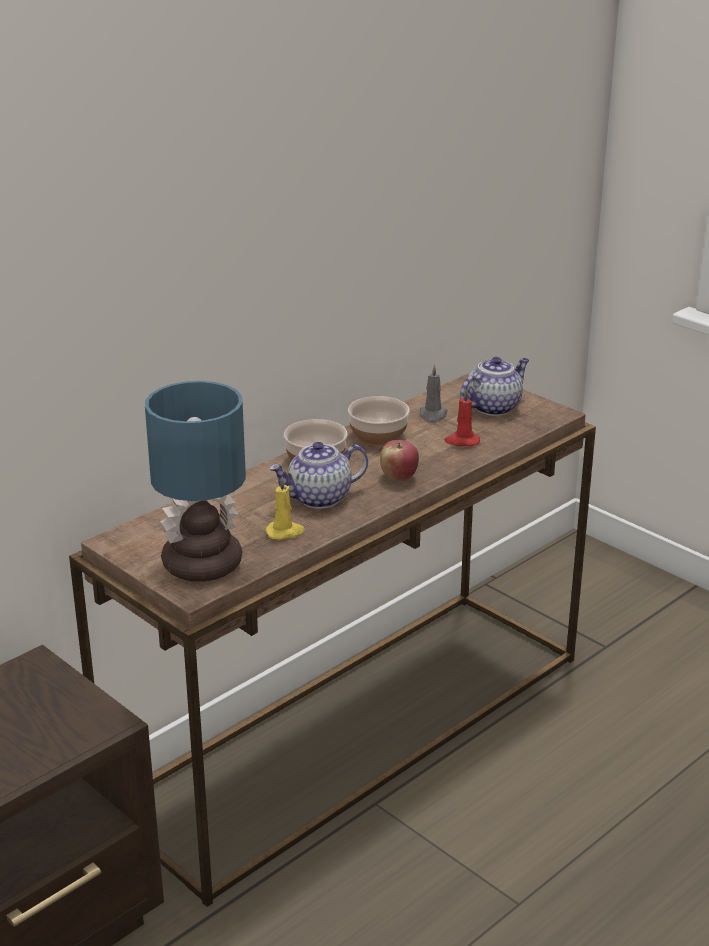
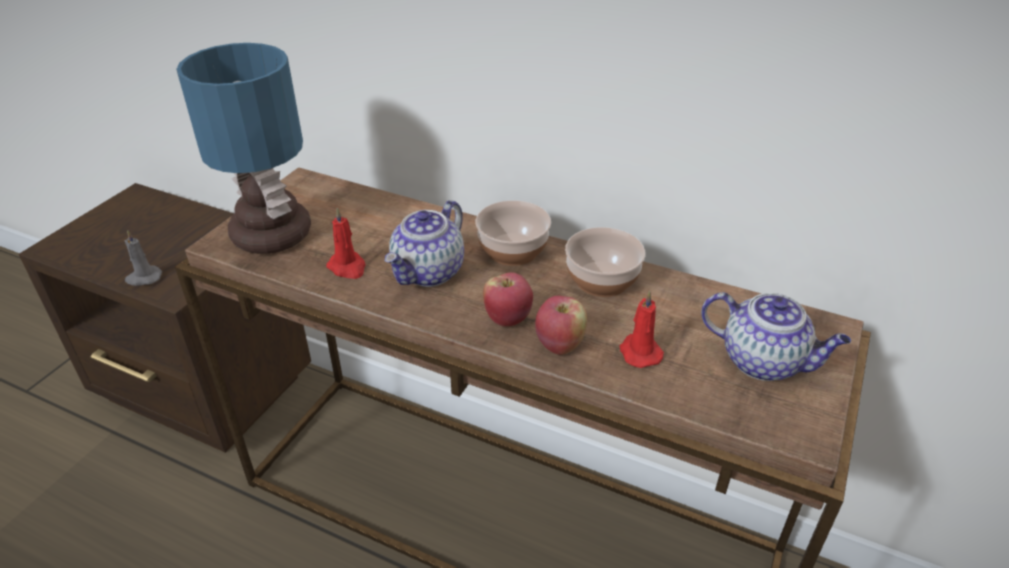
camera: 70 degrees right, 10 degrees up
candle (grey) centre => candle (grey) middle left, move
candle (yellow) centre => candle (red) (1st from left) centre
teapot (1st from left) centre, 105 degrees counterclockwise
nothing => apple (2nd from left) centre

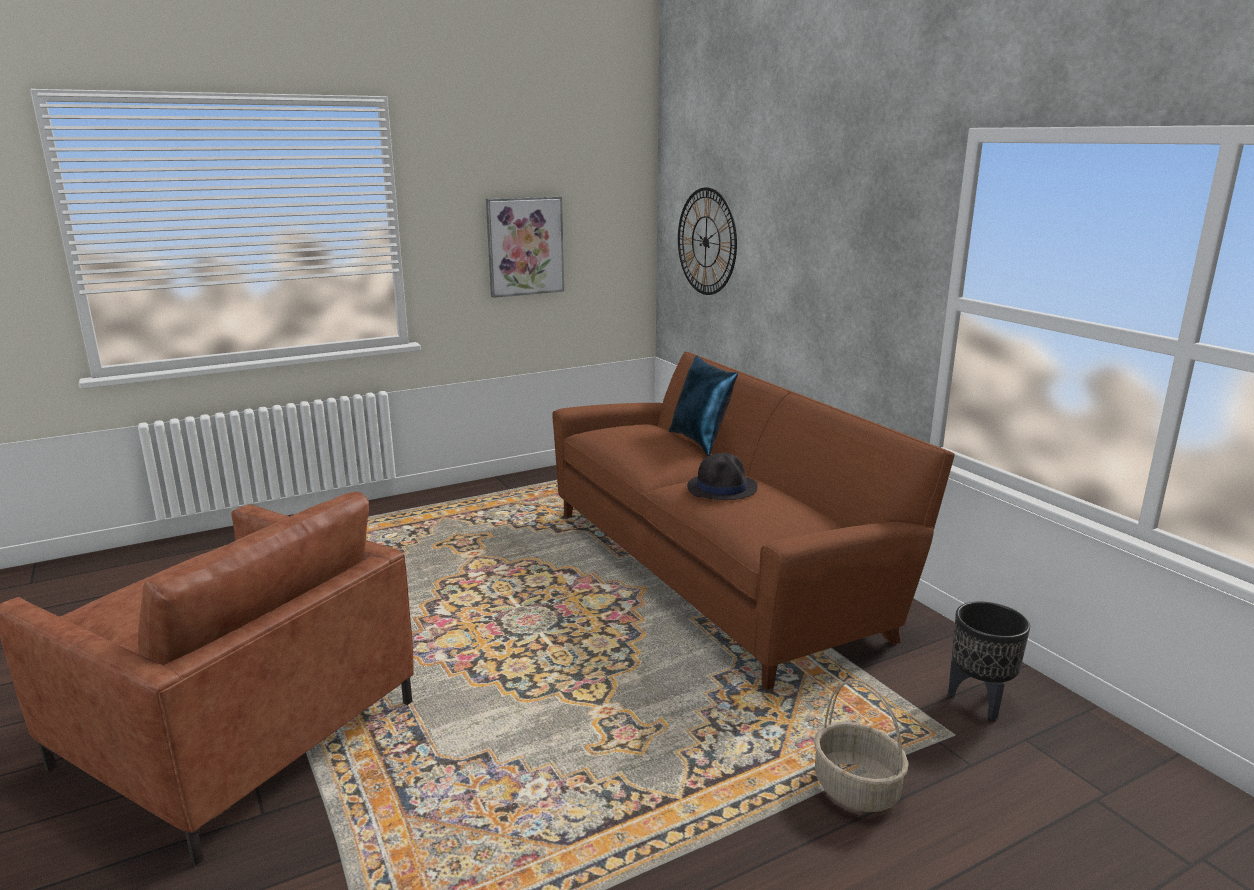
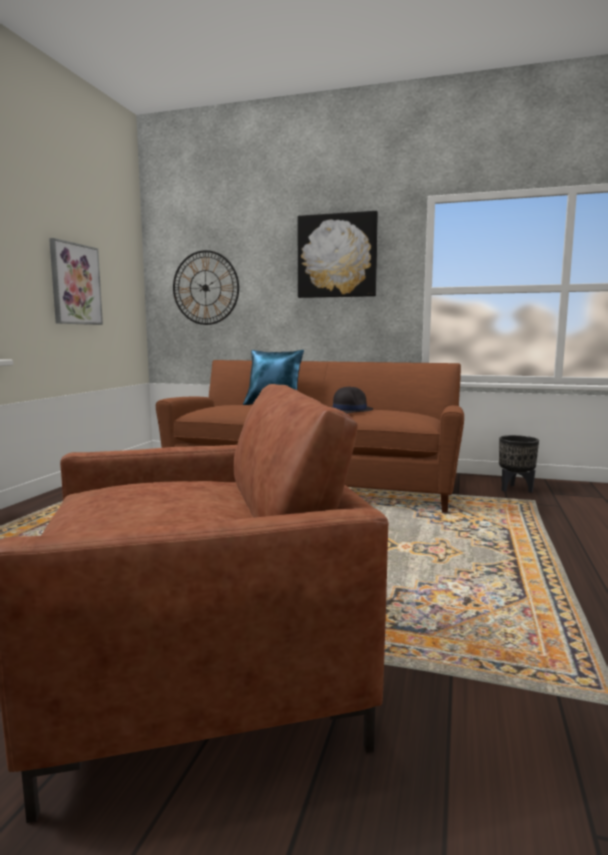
camera: 45 degrees left, 10 degrees down
nothing => picture (2nd from left) top centre
basket bottom right => nothing

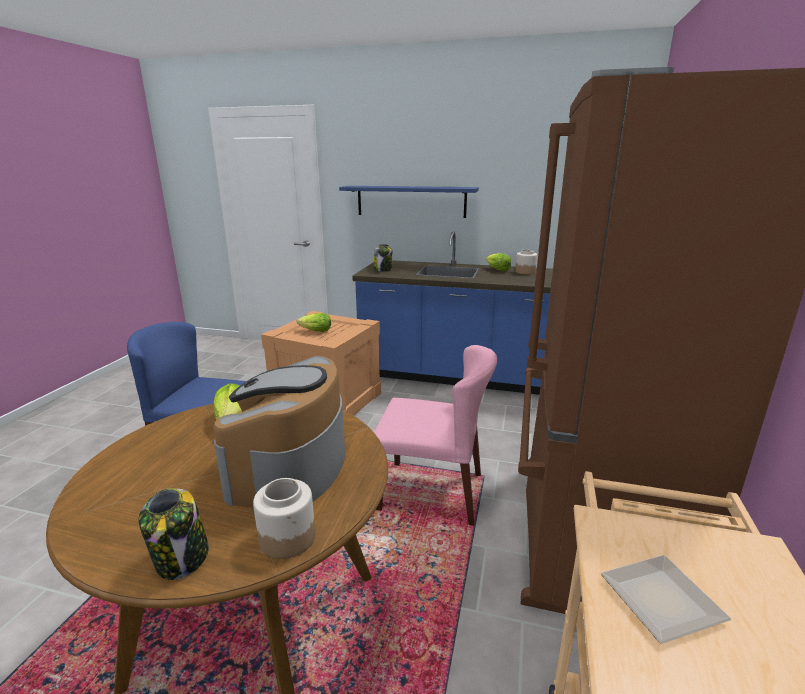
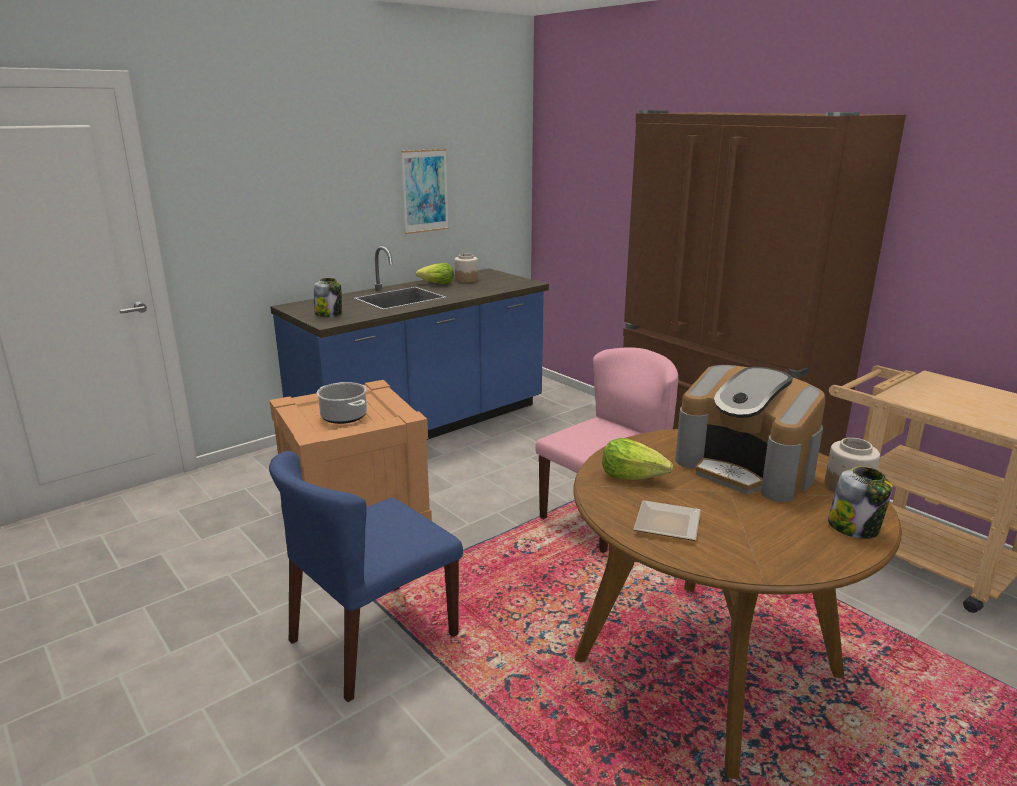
camera: 55 degrees left, 0 degrees up
lettuce (2nd from left) centre => cooking pot centre
nothing => picture top centre
plate bottom right => plate centre, move
shelf (blue) top centre => nothing

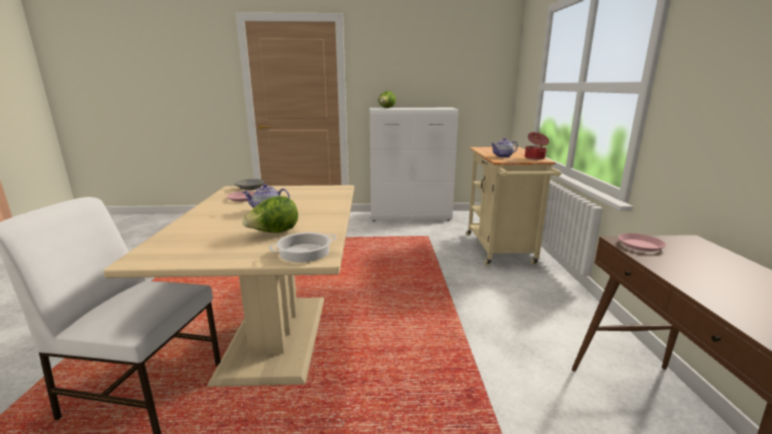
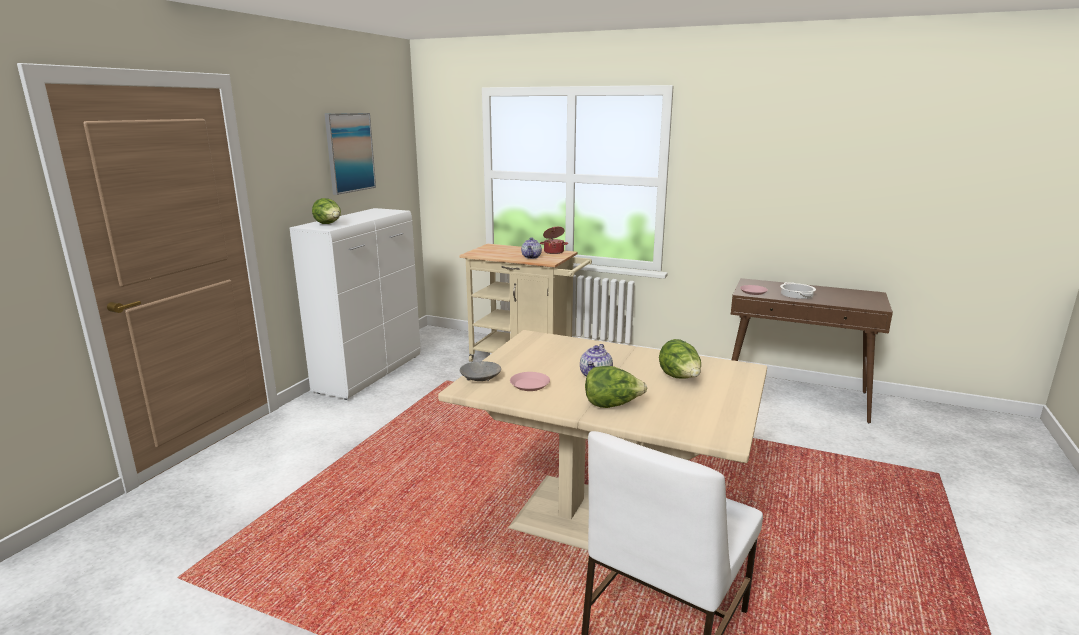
camera: 65 degrees left, 0 degrees up
nothing => picture top left
nothing => lettuce (2nd from left) centre
cooking pot (1st from left in the first image) centre => cooking pot (2nd from left) middle right, move

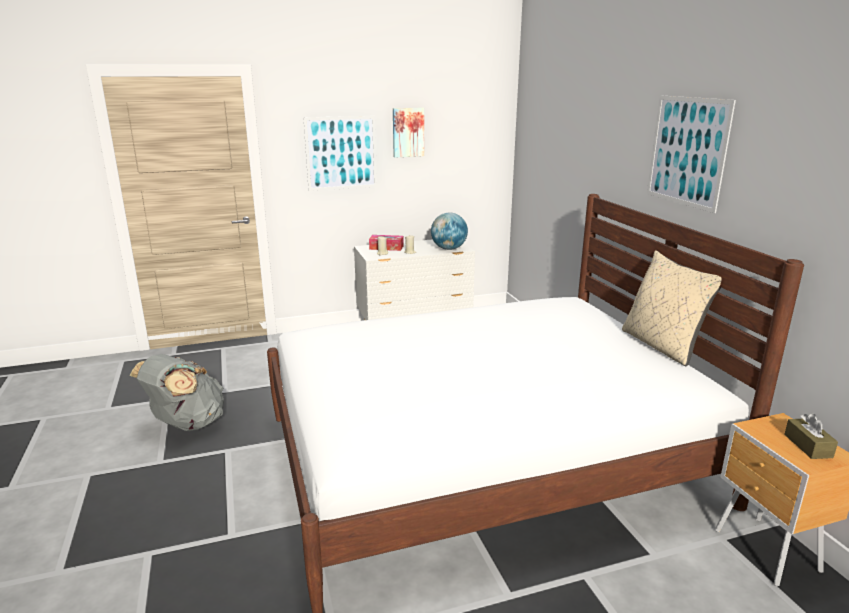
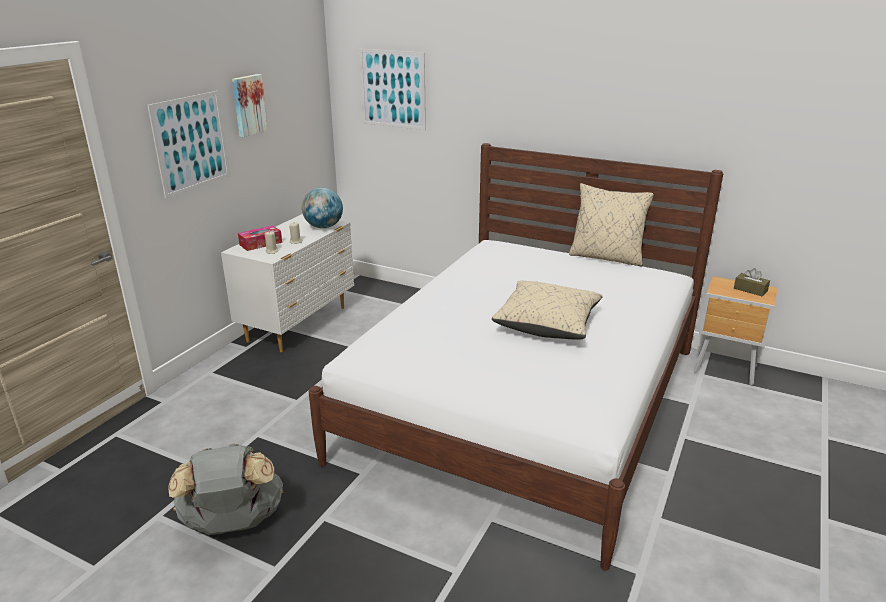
camera: 45 degrees left, 5 degrees up
picture (3rd from left) top right => picture (3rd from left) top centre, move
nothing => pillow (beige) (1st from left) centre

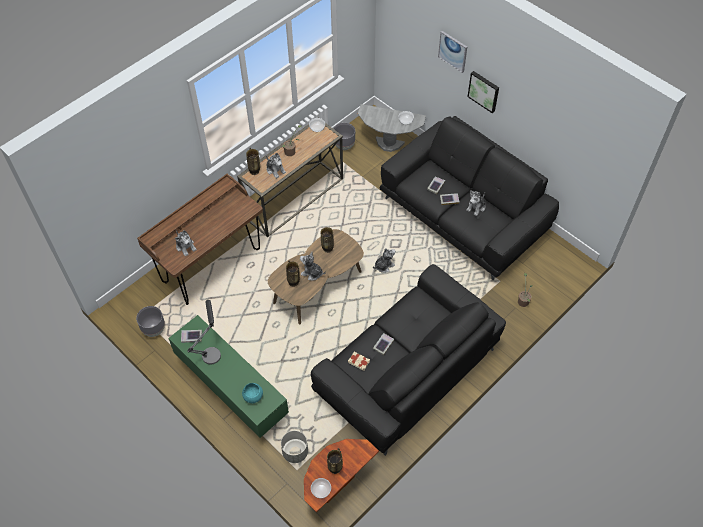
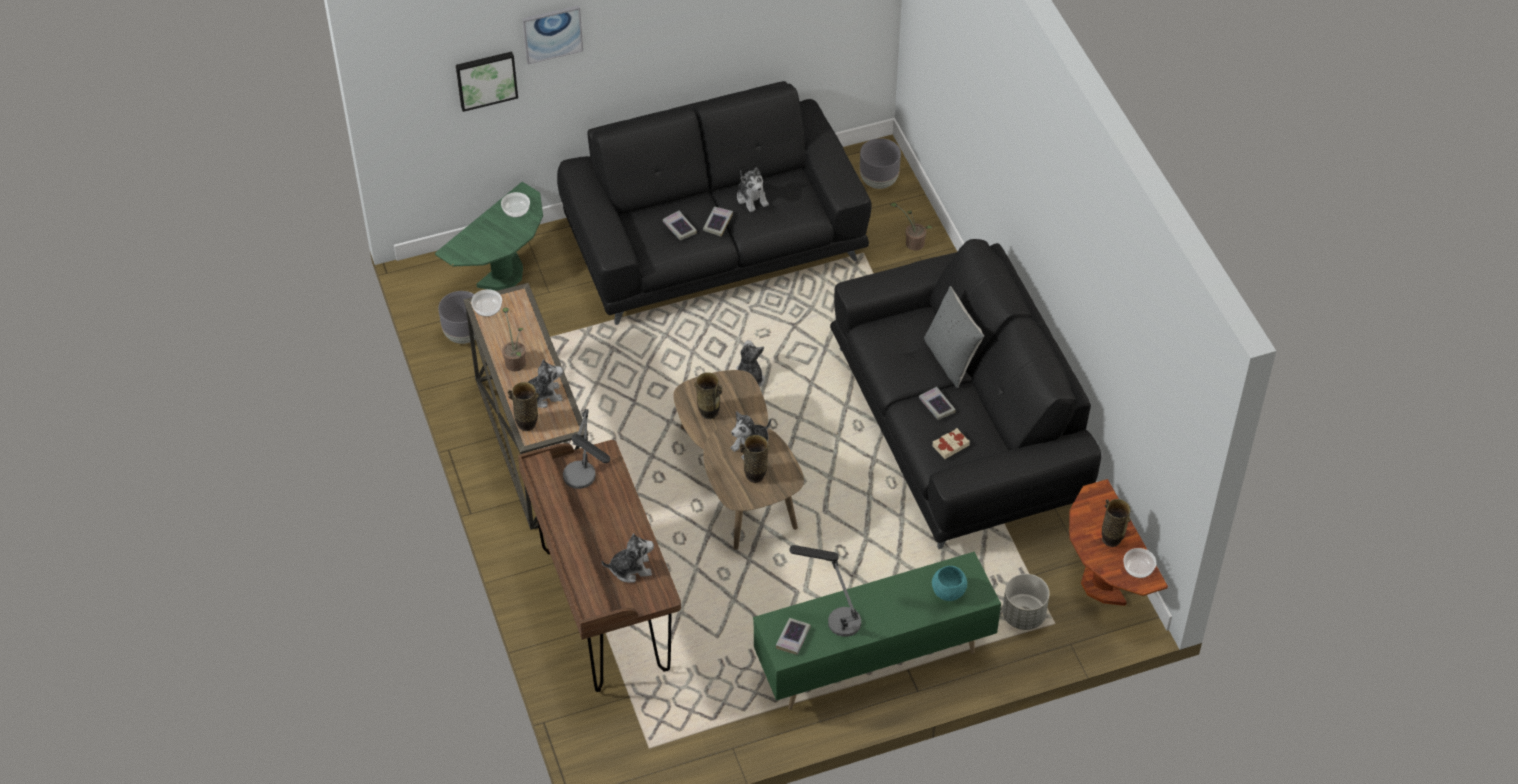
camera: 65 degrees left, 5 degrees down
side table (grey) top centre => side table (green) top left
picture (2nd from left in the first image) top right => picture (1st from left) top left, move
nothing => table lamp (1st from left) centre
planter (grey) (1st from left in the first image) middle left => planter (grey) (2nd from left) top centre, move
nothing => pillow (grey) centre

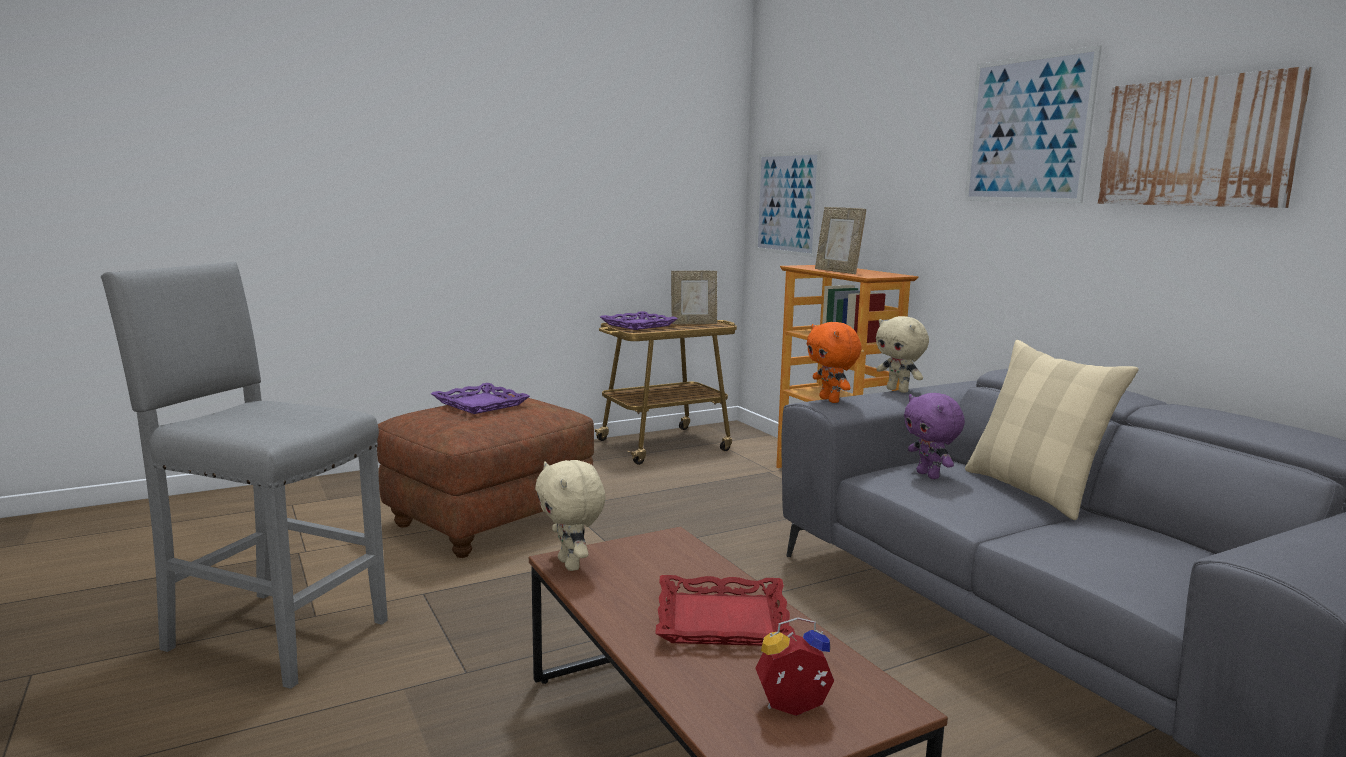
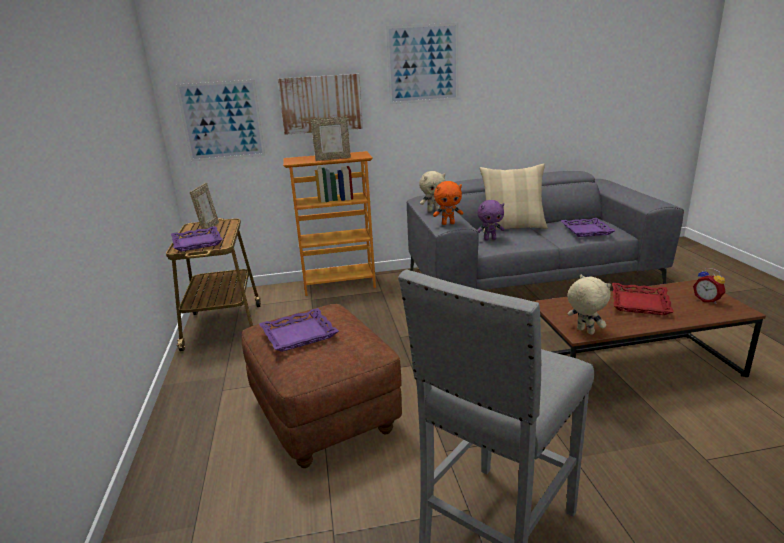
camera: 70 degrees left, 10 degrees up
picture (3rd from left in the first image) top right => picture (2nd from left) top centre, move
nothing => tray (purple) (3rd from left) middle right
plush toy (beige) (1st from left in the first image) bottom centre => plush toy (beige) (2nd from left) middle right, 120 degrees counterclockwise
alarm clock bottom centre => alarm clock middle right, 45 degrees counterclockwise

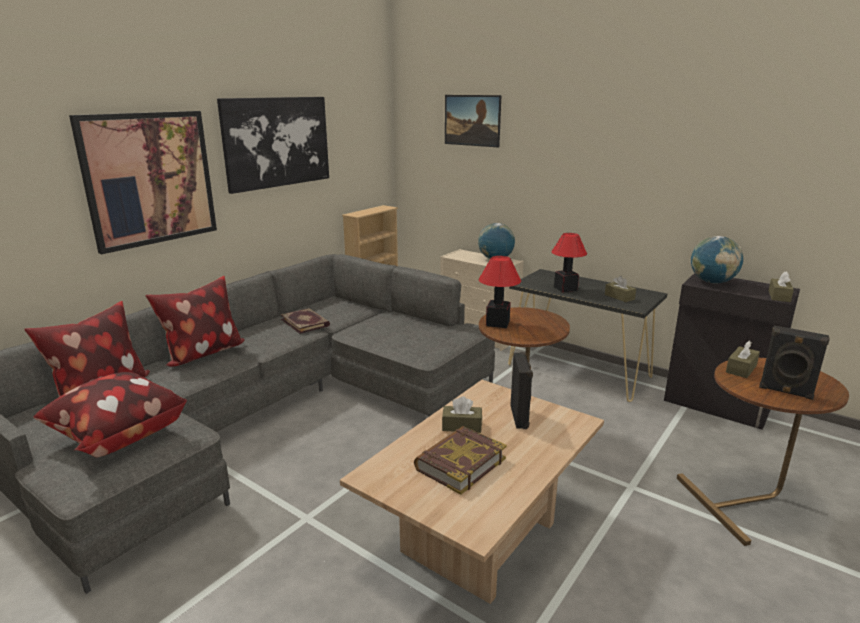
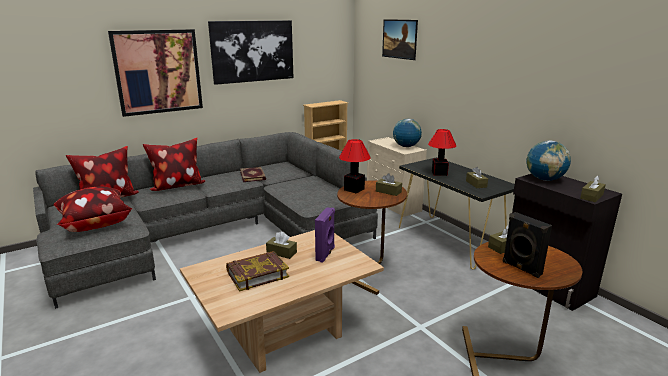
camera: 20 degrees right, 0 degrees up
speaker (black) (1st from left) centre => speaker (purple) centre
nothing => tissue box (brown) (2nd from left) centre

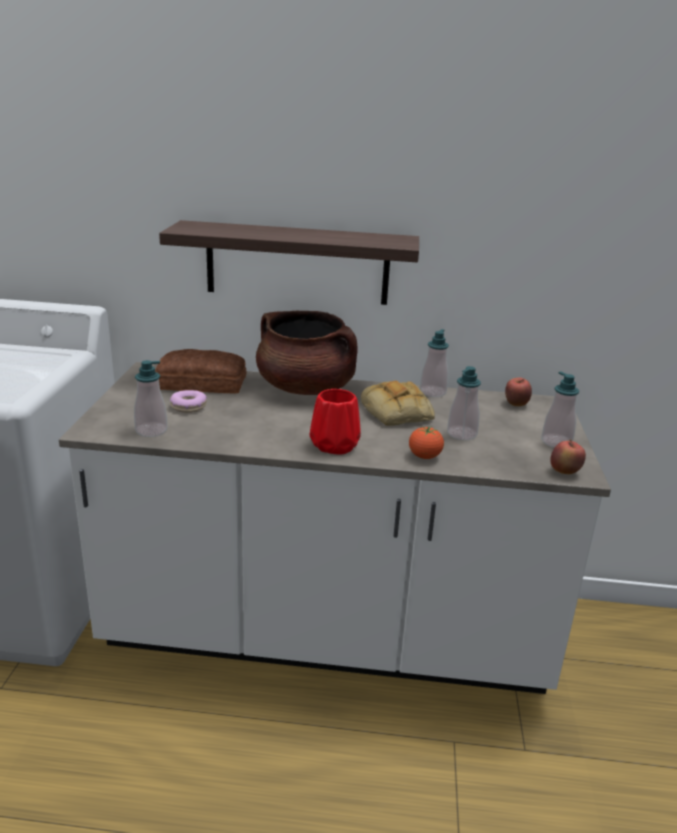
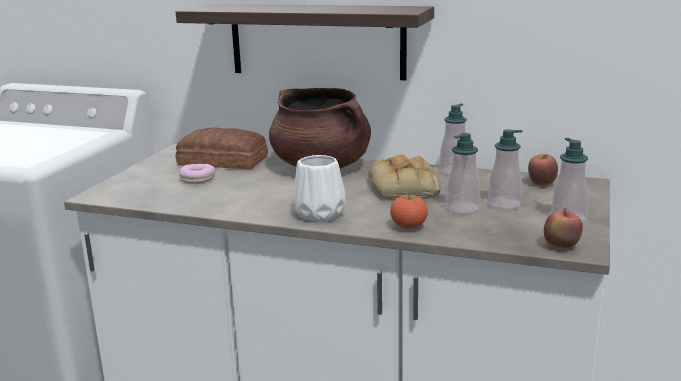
camera: 15 degrees right, 5 degrees down
vase (red) centre => vase (white) centre
soap dispenser (1st from left in the first image) middle left => soap dispenser (3rd from left) middle right, move

